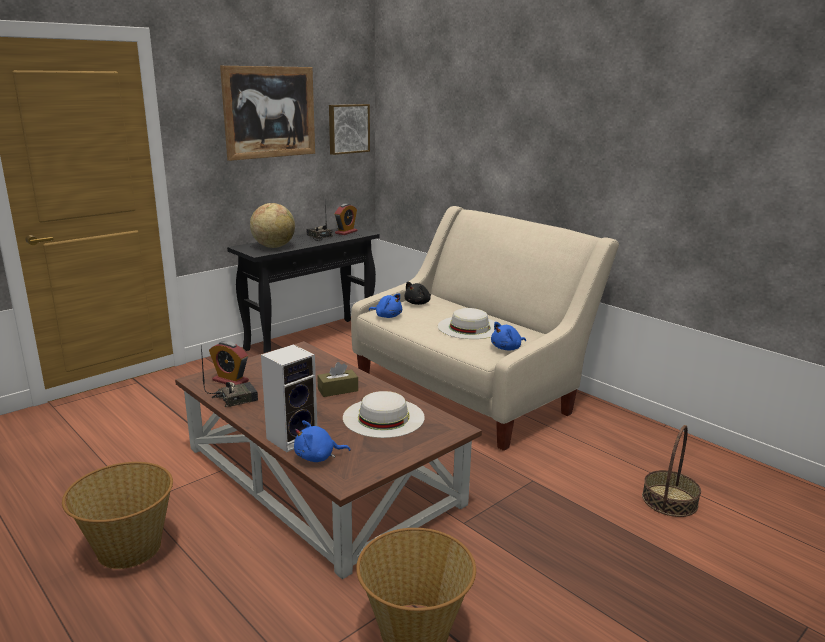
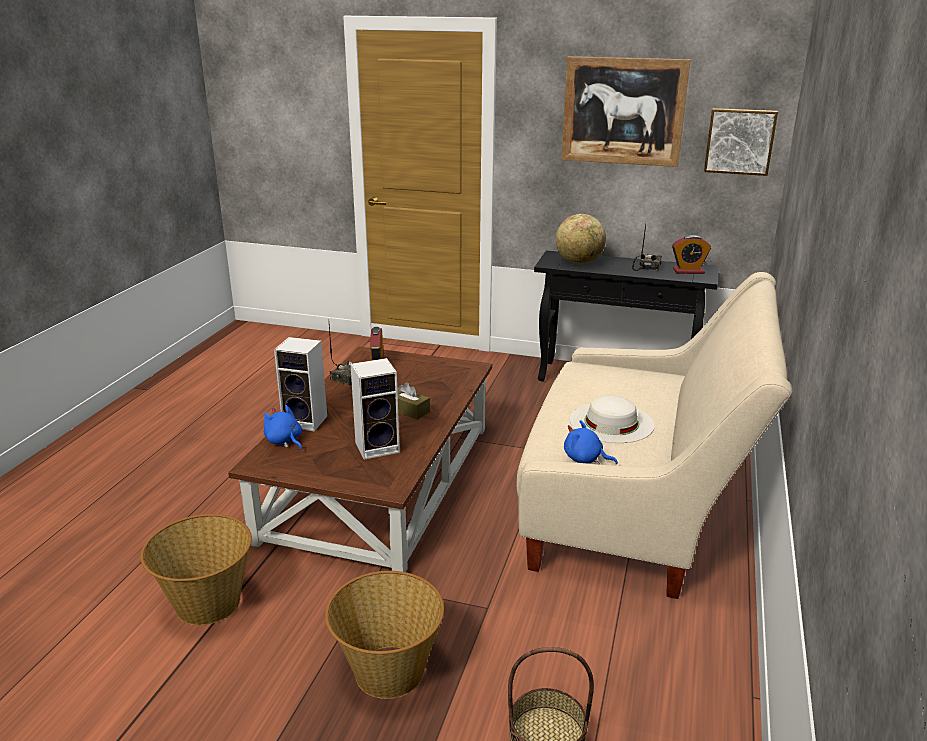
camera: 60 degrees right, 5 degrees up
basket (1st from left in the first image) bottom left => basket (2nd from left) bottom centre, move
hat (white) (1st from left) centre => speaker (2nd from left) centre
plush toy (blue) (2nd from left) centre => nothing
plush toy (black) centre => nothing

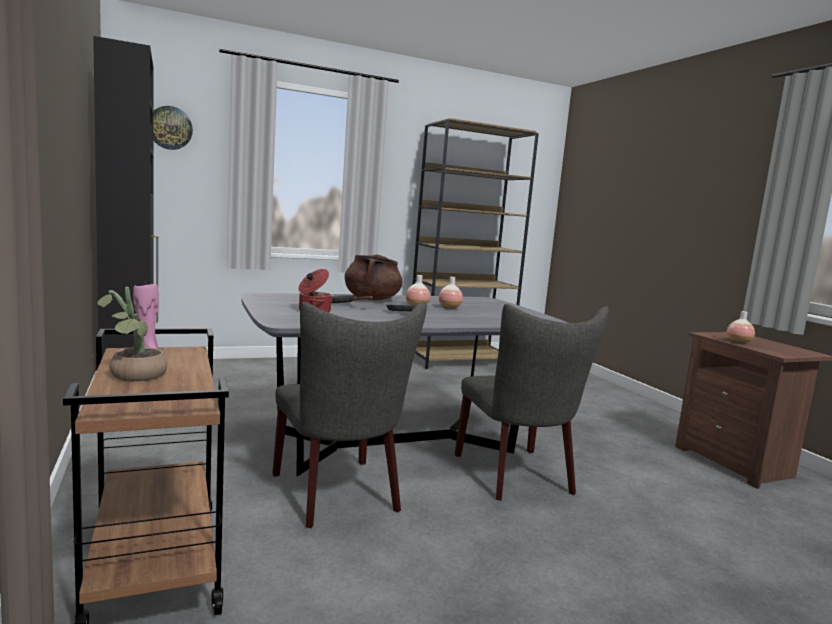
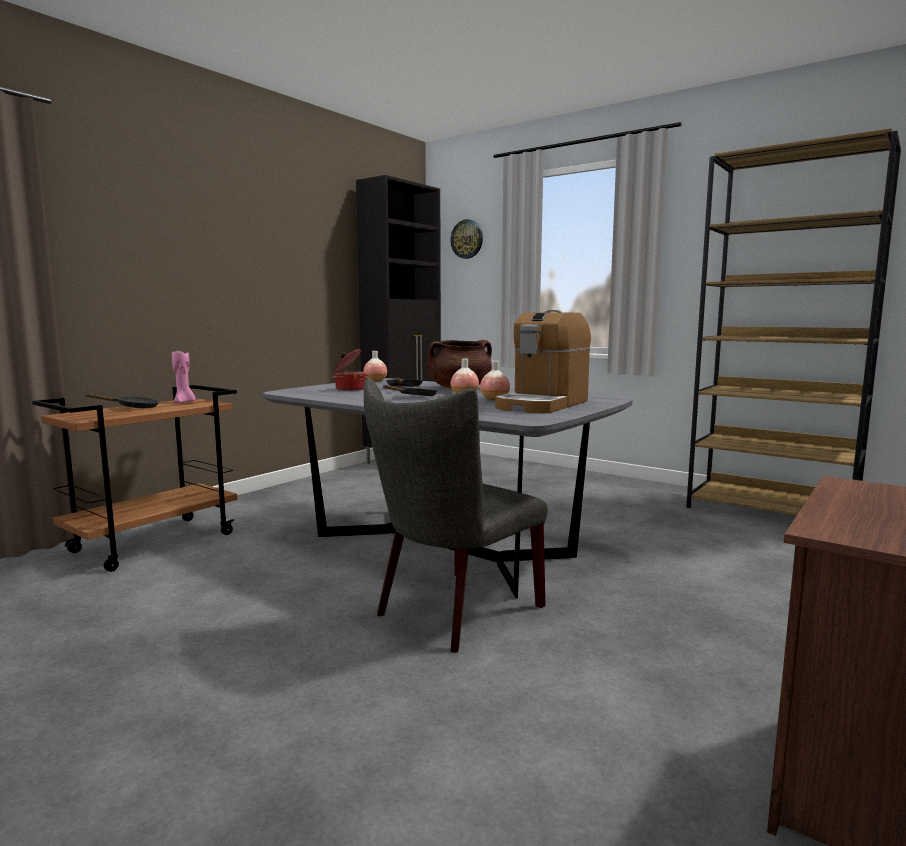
camera: 60 degrees right, 0 degrees up
potted plant middle left => frying pan (black) (1st from left) middle left
vase (3rd from left in the first image) middle right => vase (1st from left) centre, move
nothing => coffee machine centre
chair (grey) (1st from left) centre => nothing

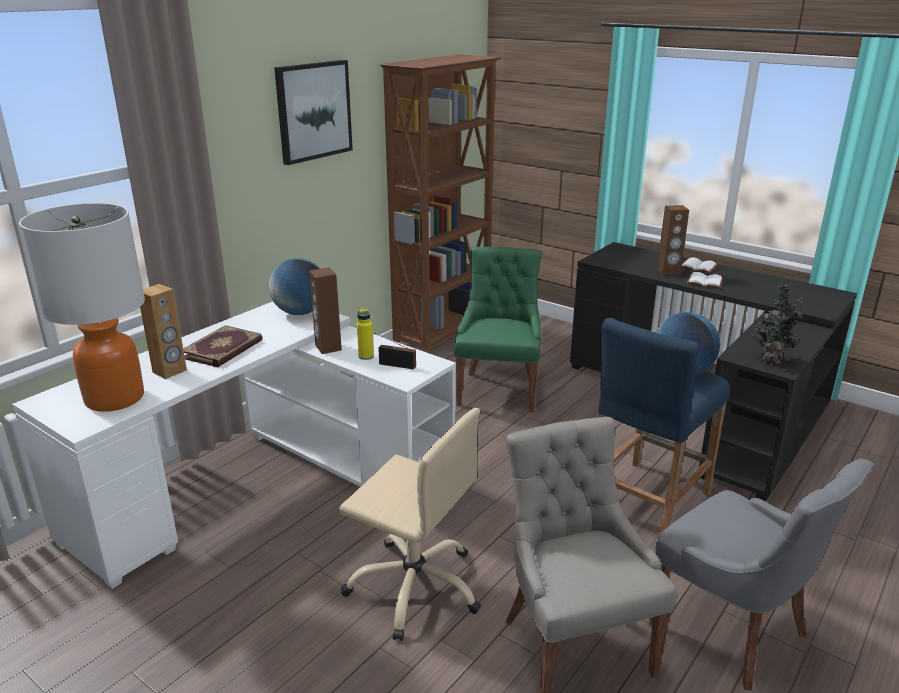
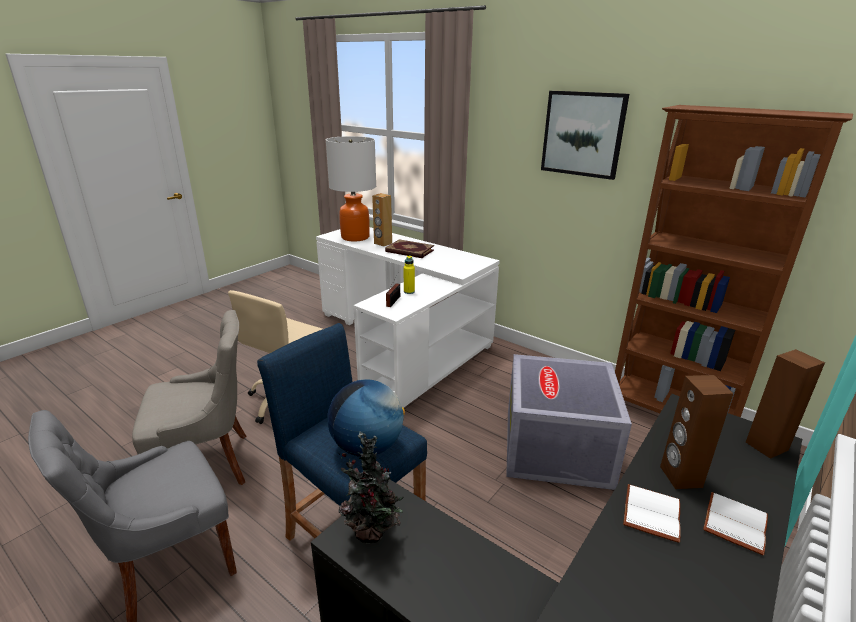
camera: 90 degrees right, 0 degrees up
chair (green) centre => storage box (grey) bottom centre
speaker (brown) (2nd from left in the first image) centre => speaker (brown) (3rd from left) middle right, move
globe (1st from left) middle left => nothing

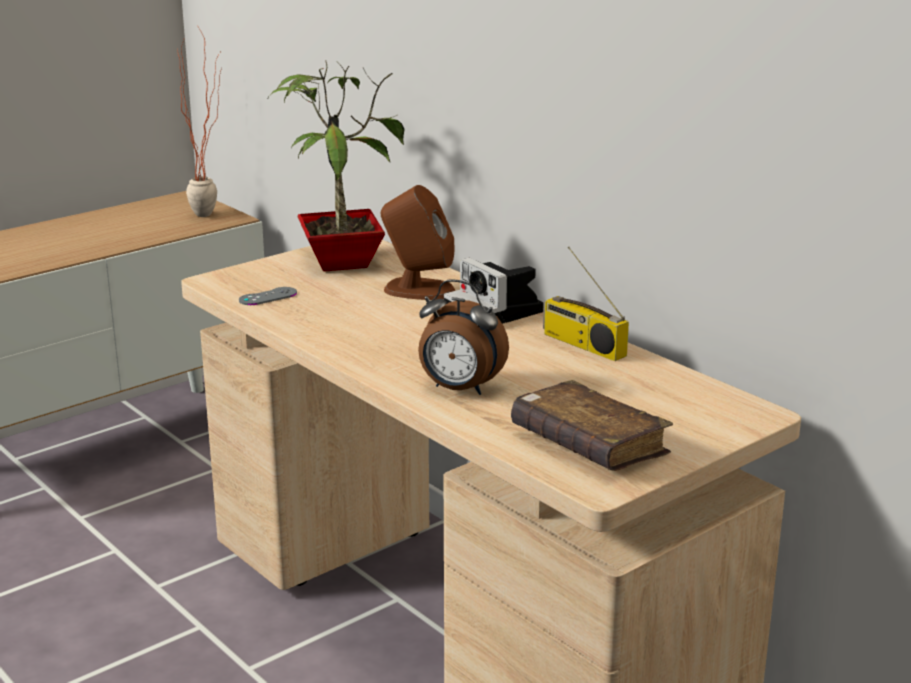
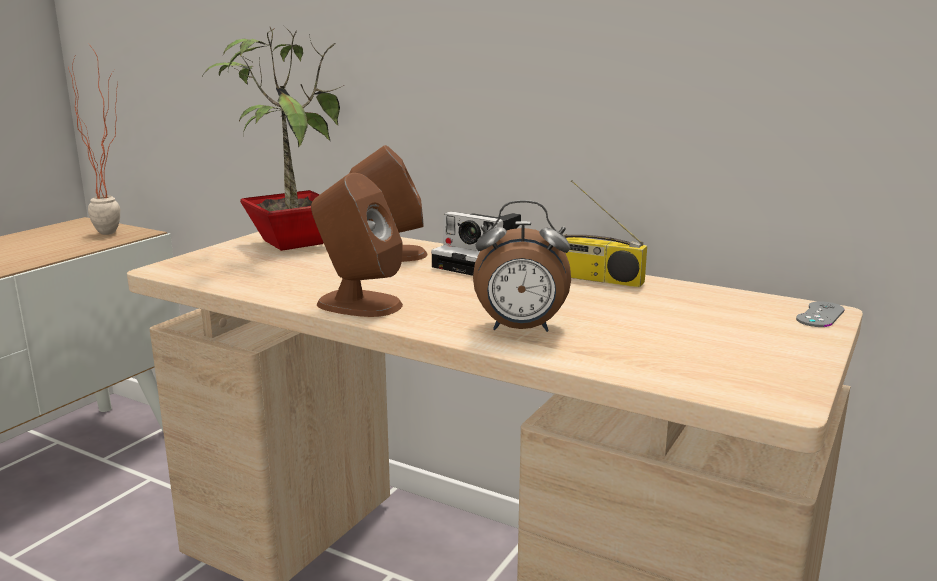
camera: 20 degrees left, 5 degrees down
nothing => speaker (brown) (1st from left) centre
game controller (grey) middle left => game controller (grey) middle right, move
book (brown) centre => nothing

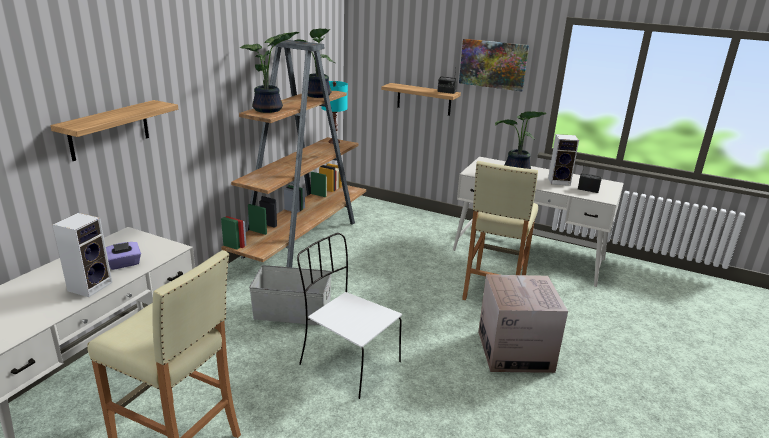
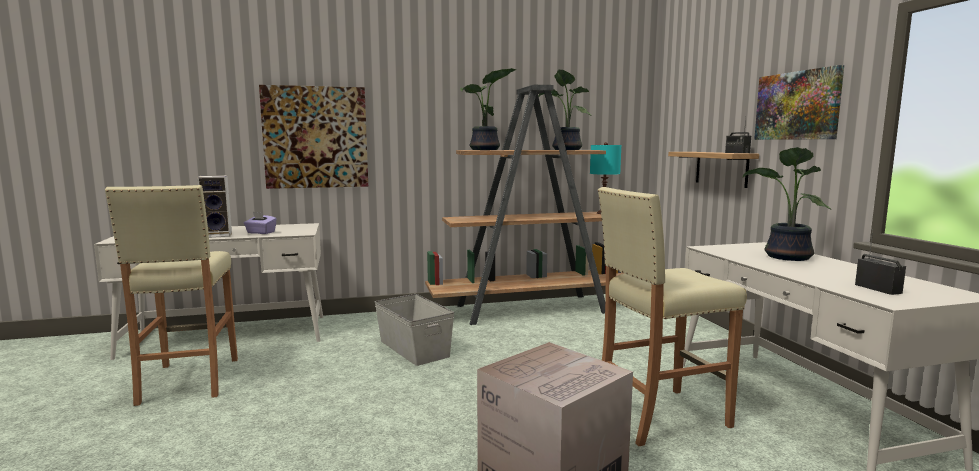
camera: 50 degrees right, 15 degrees down
shelf (1st from left) top left => picture (1st from left) top left
chair (white) bottom centre => nothing
speaker (2nd from left) middle right => nothing

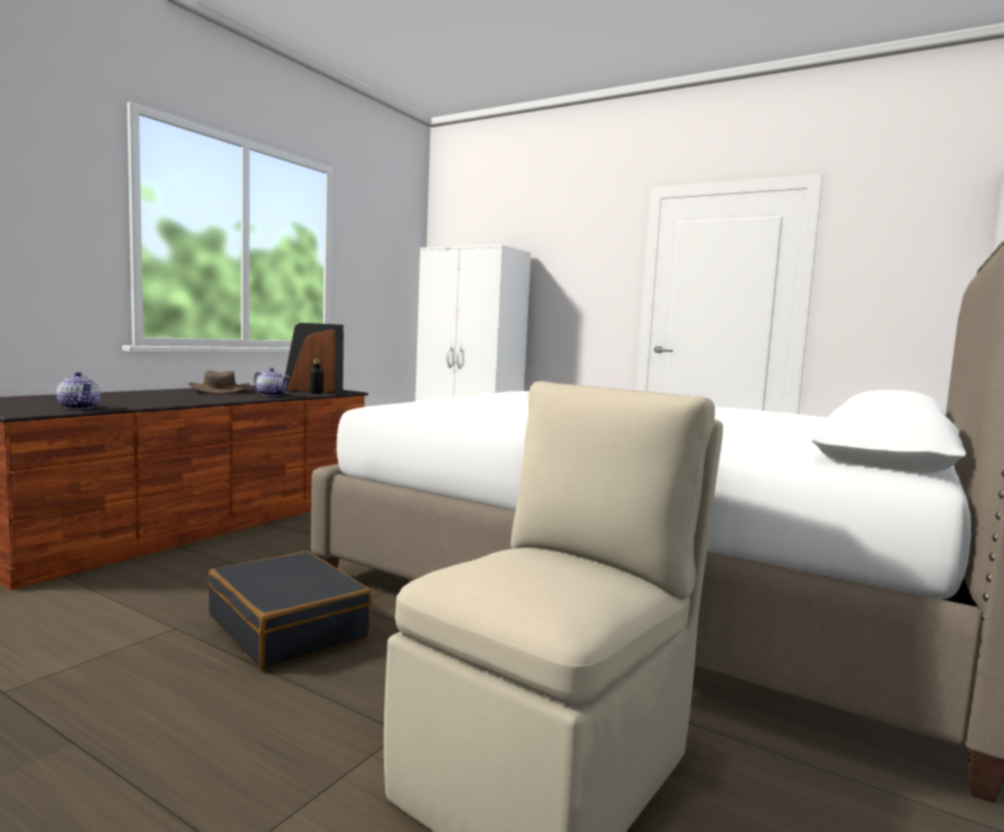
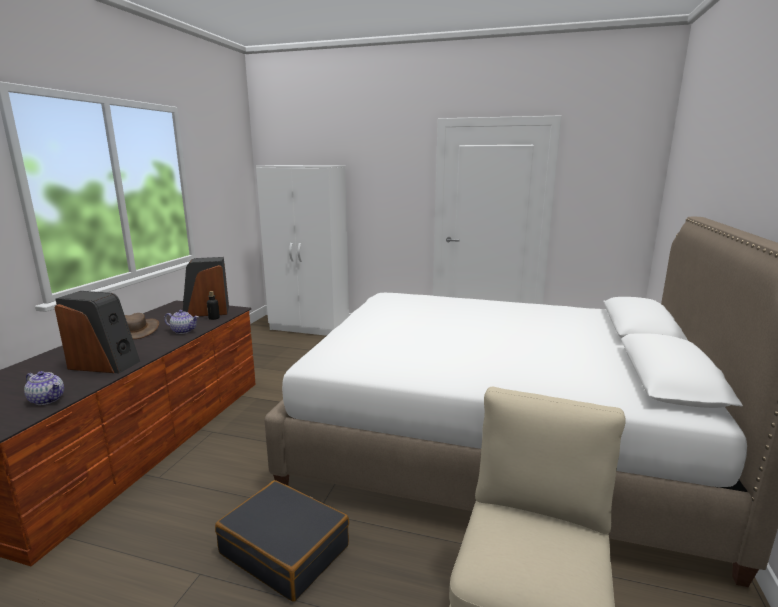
camera: 15 degrees left, 10 degrees up
nothing => speaker (1st from left) middle left

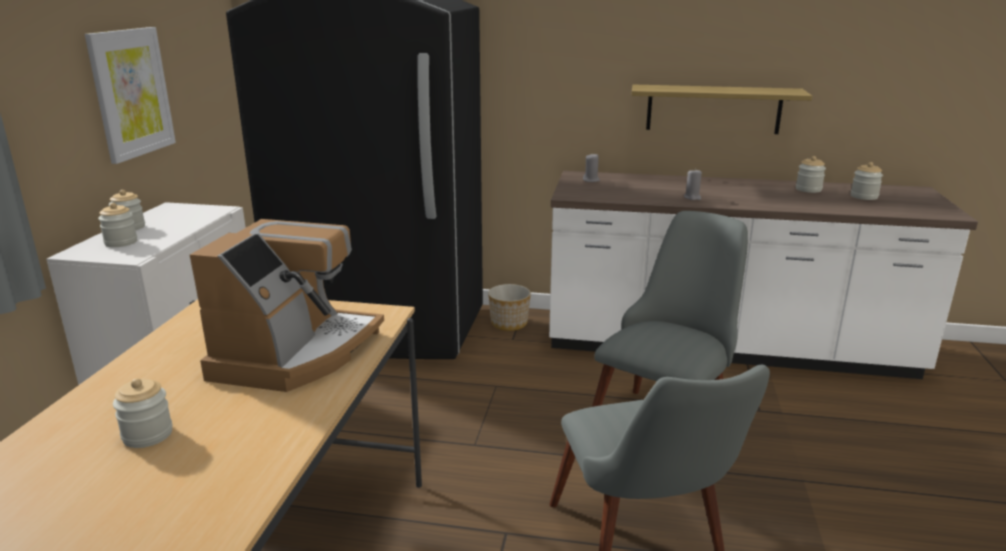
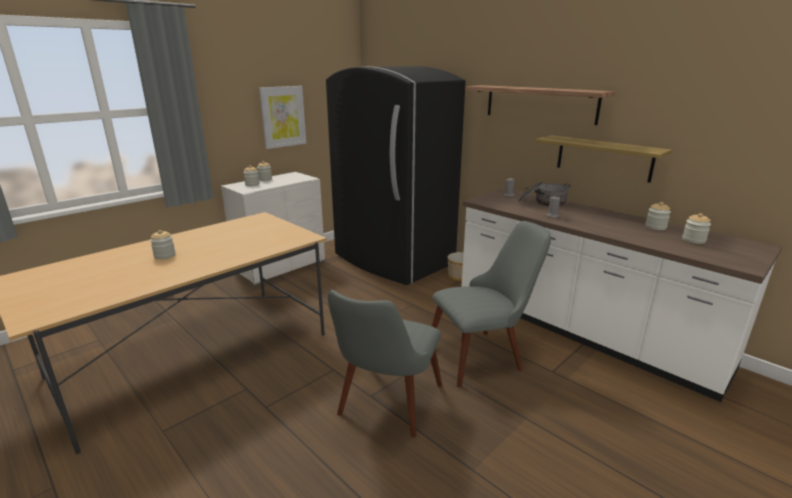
camera: 35 degrees right, 0 degrees up
nothing => shelf (1st from left) top right
nothing => cooking pot middle right
coffee machine middle left => nothing

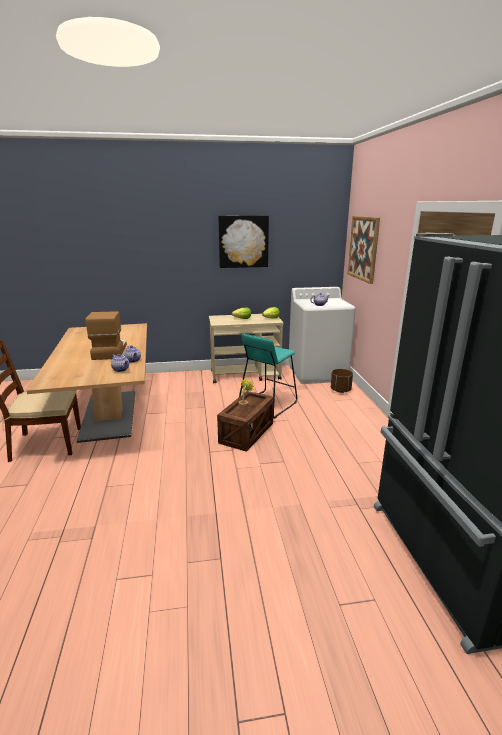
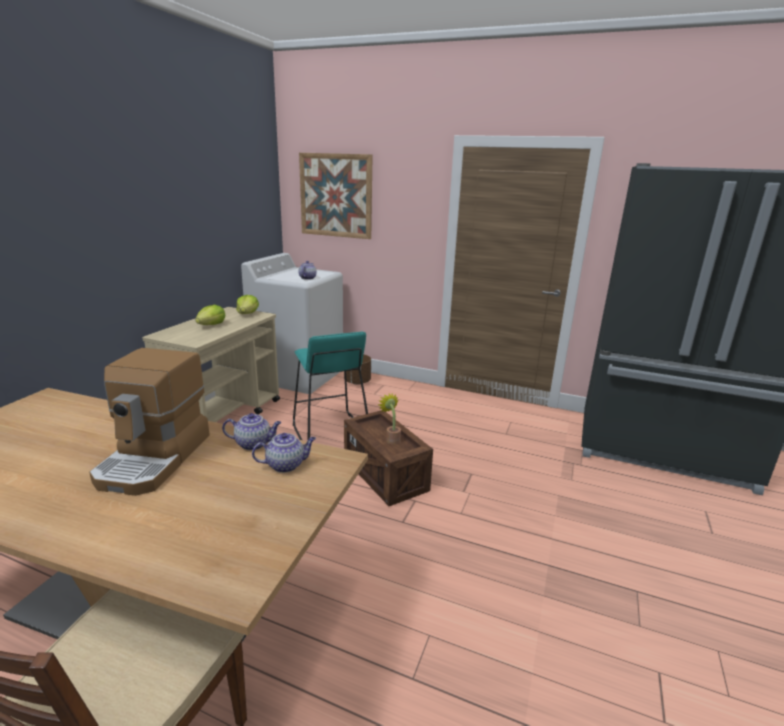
camera: 60 degrees left, 0 degrees up
coffee machine middle left, 105 degrees counterclockwise
picture (1st from left) top centre => nothing

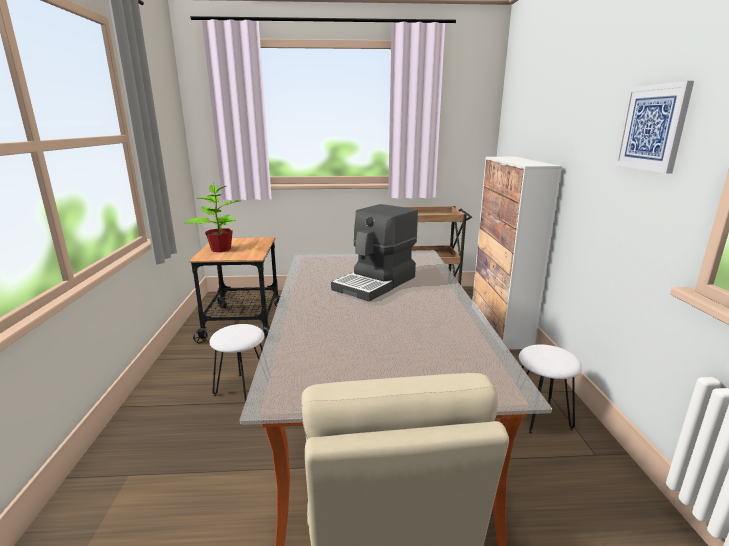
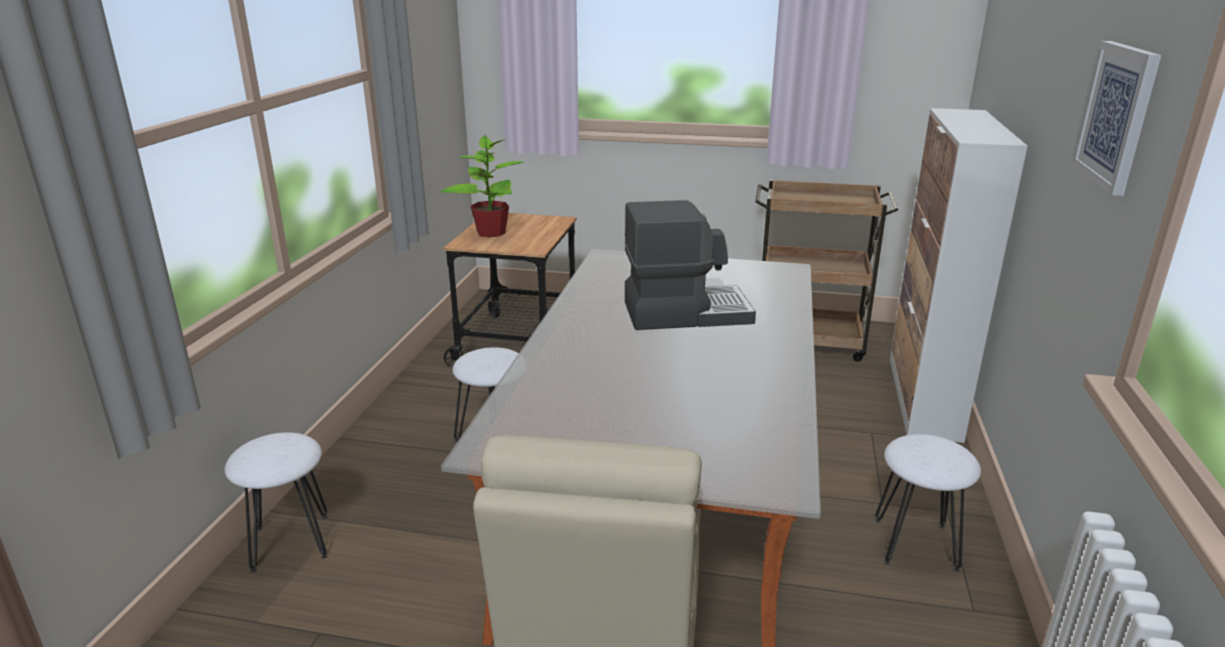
camera: 15 degrees right, 5 degrees up
nothing => stool (white) (1st from left) bottom left
coffee machine centre, 150 degrees counterclockwise

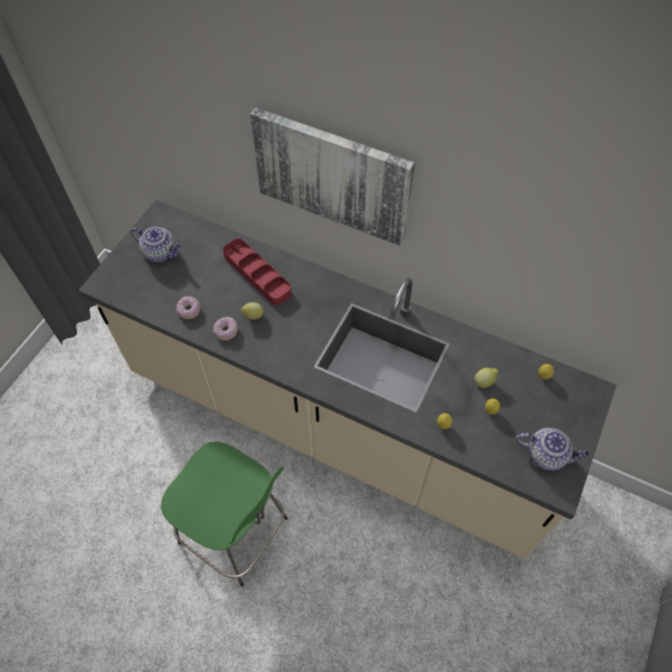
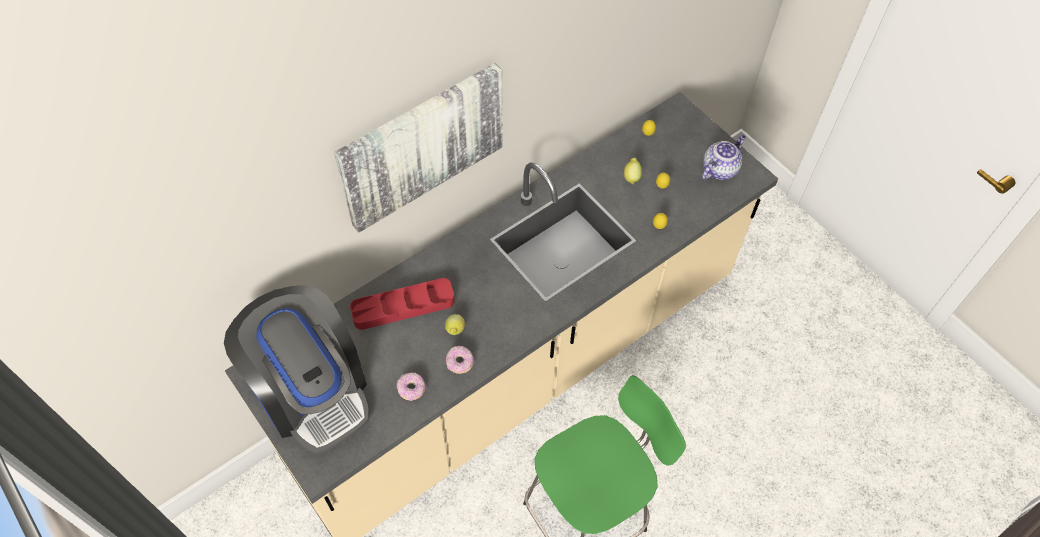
camera: 65 degrees left, 0 degrees up
teapot (1st from left) middle left => coffee machine bottom left

